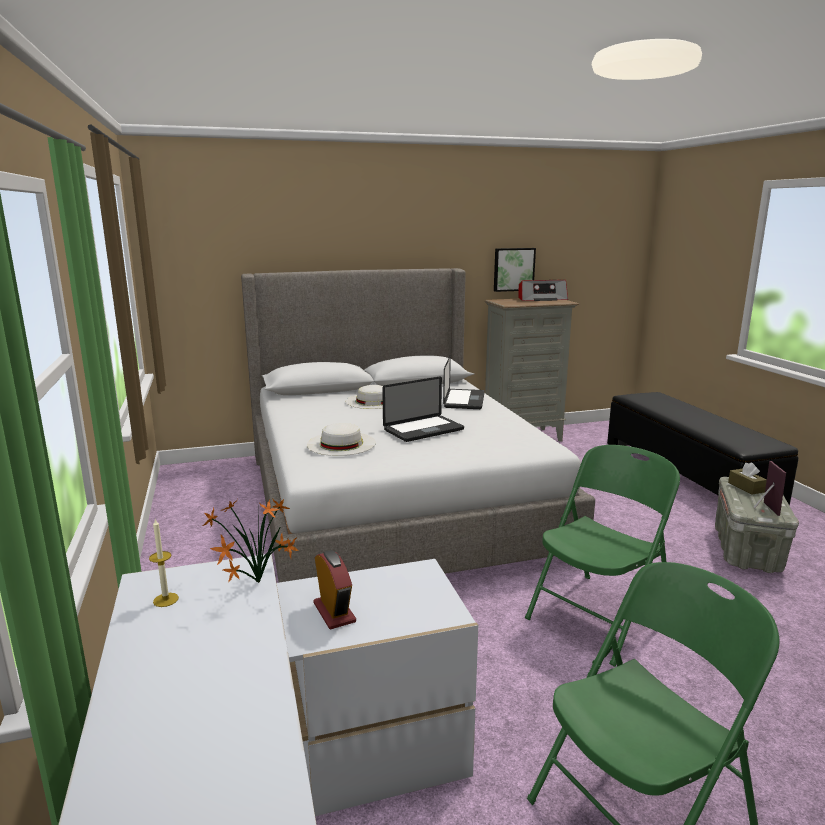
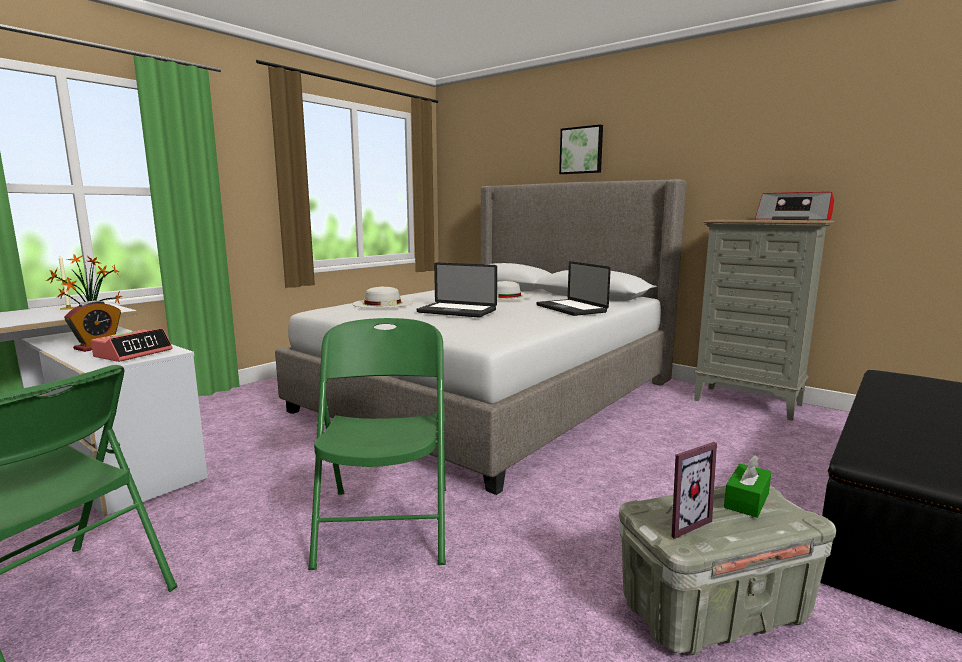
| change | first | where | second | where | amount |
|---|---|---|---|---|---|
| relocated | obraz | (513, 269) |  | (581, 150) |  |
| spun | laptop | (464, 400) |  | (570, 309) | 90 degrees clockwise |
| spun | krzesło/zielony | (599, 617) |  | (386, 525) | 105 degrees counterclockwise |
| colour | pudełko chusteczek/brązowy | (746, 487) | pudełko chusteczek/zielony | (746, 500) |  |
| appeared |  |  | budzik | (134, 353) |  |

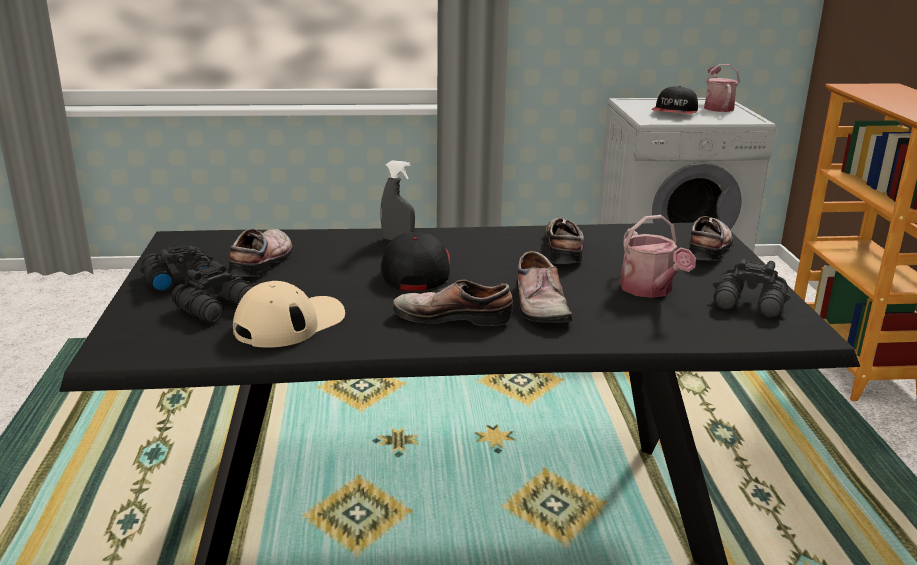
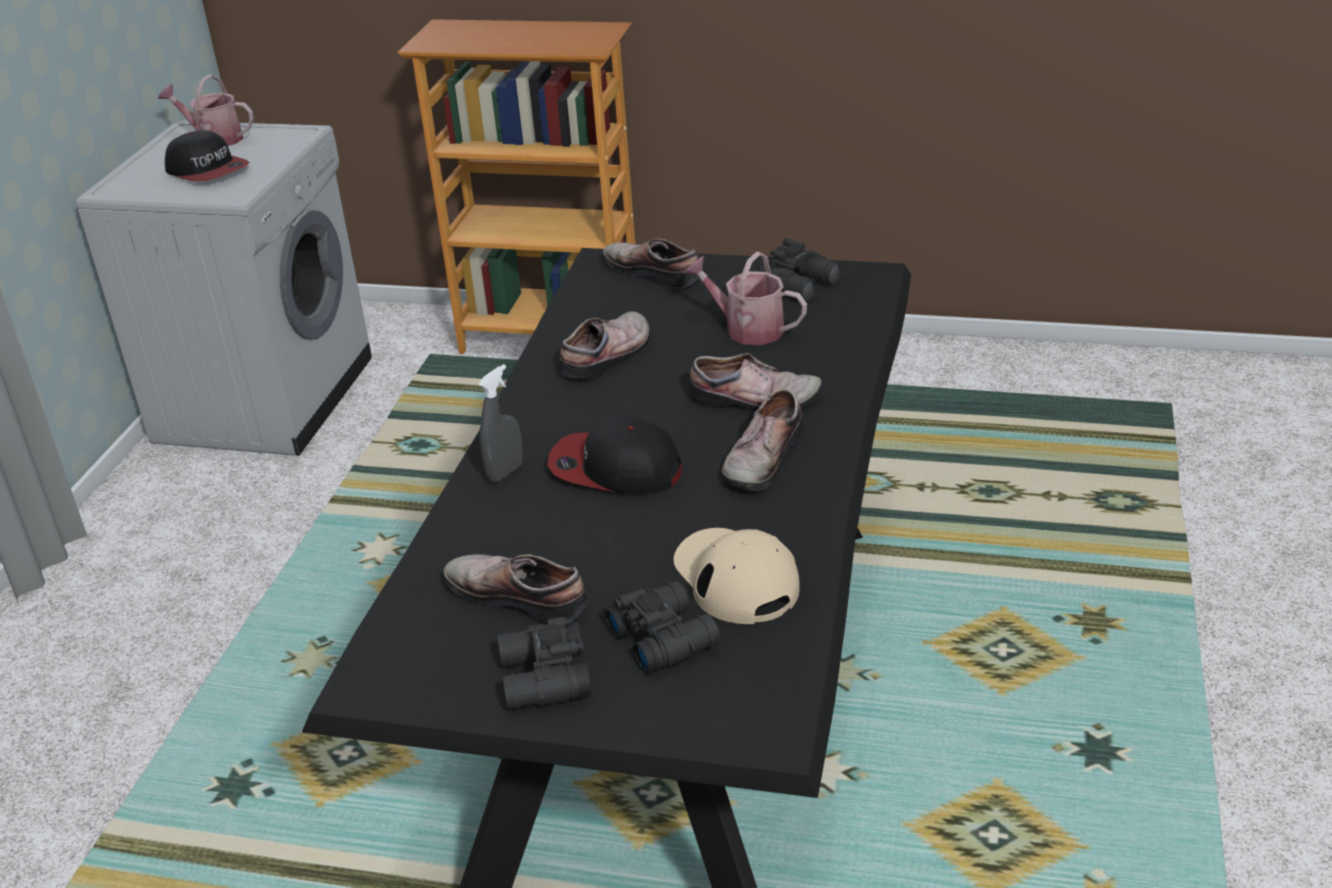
| change | first | where | second | where | amount |
|---|---|---|---|---|---|
| spun | konewka | (650, 290) |  | (746, 329) | 150 degrees counterclockwise |
| spun | but | (566, 249) |  | (609, 356) | 105 degrees clockwise |

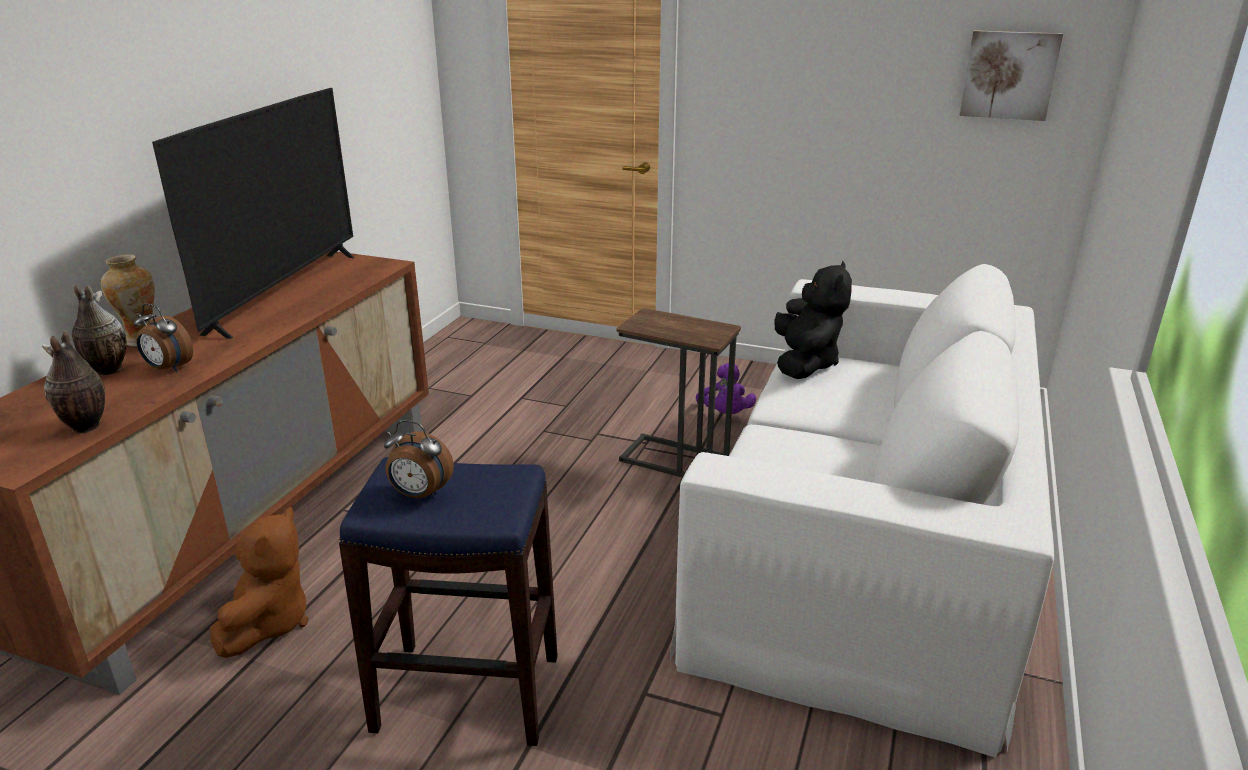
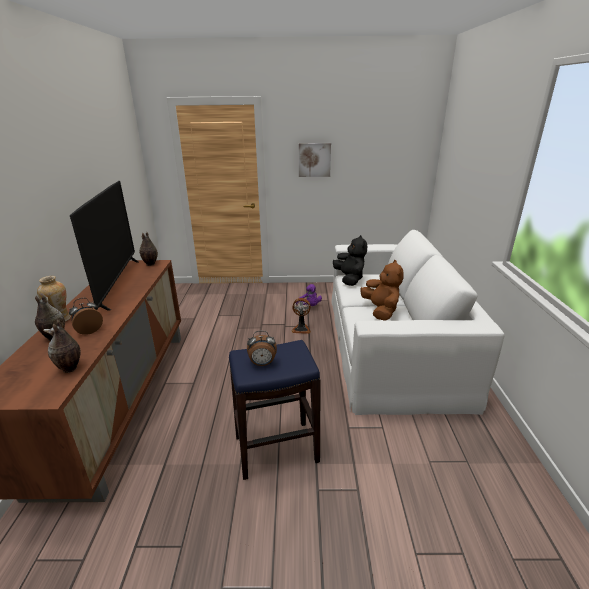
| change | first | where | second | where | amount |
|---|---|---|---|---|---|
| relocated | obraz | (1009, 75) |  | (314, 159) |  |
| spun | budzik | (168, 369) |  | (89, 331) | 135 degrees clockwise |
| exchanged | stolik/brązowy | (676, 460) | wentylator | (301, 329) |  |
| relocated | pluszak/brązowy | (268, 623) |  | (380, 311) |  |
| appeared |  |  | wazon | (150, 264) |  |

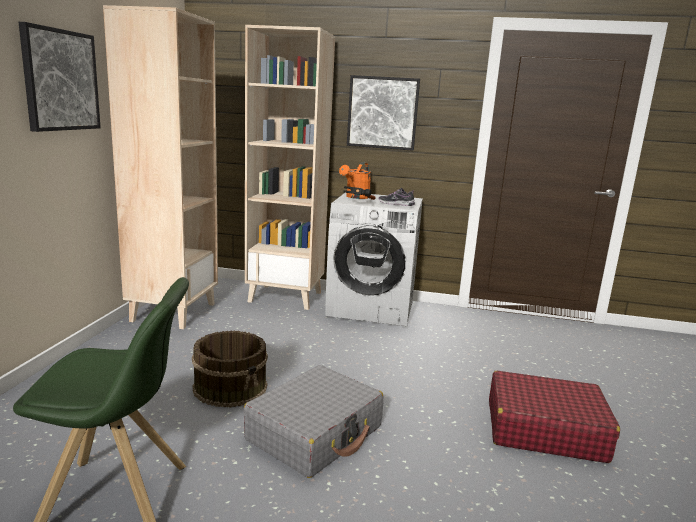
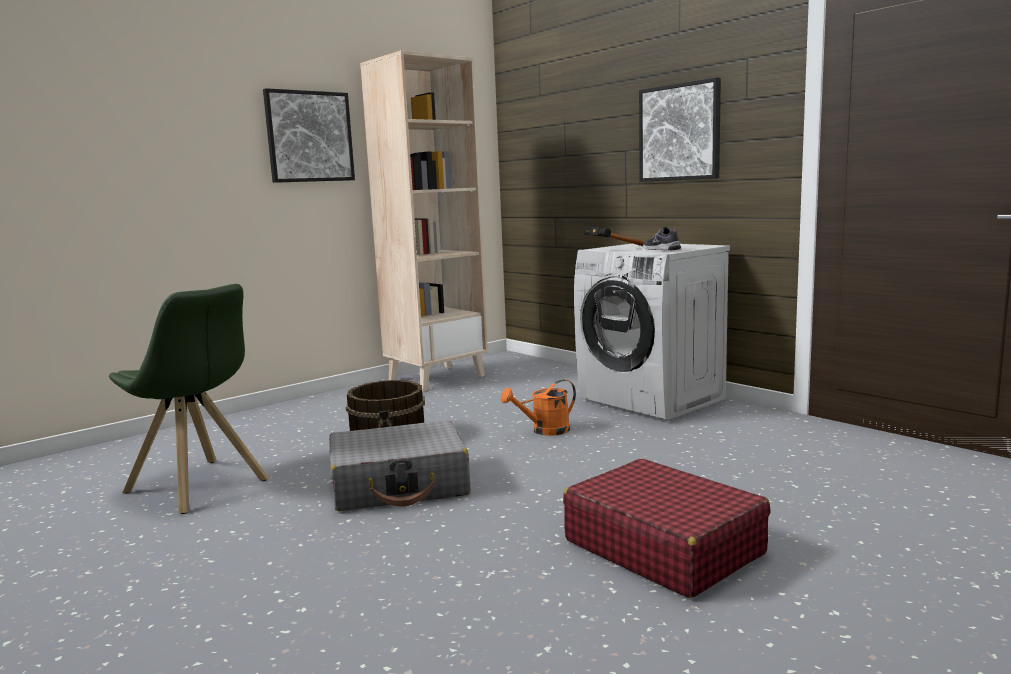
| change | first | where | second | where | amount |
|---|---|---|---|---|---|
| missing | regał/beżowy | (286, 297) |  |  |  |
| relocated | konewka/pomarańczowy | (355, 197) |  | (544, 431) |  |

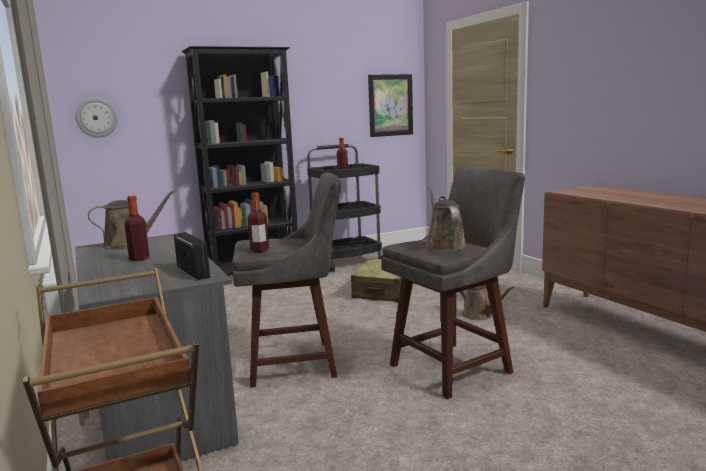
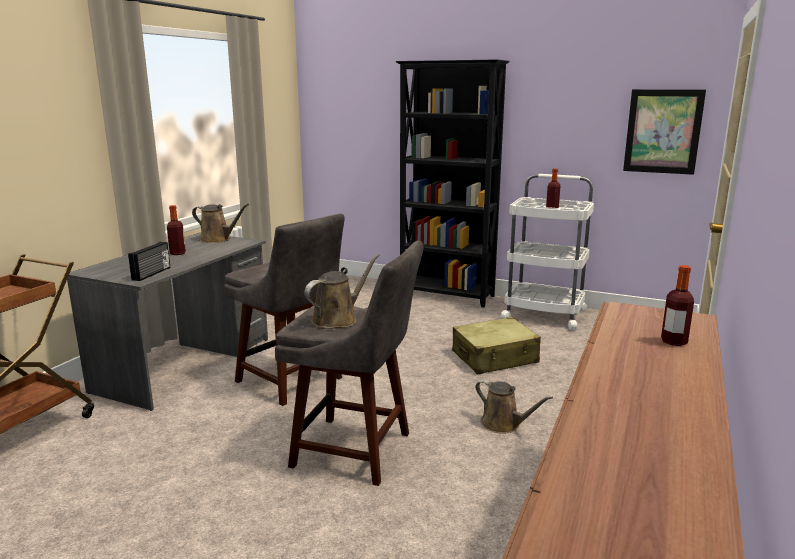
| change | first | where | second | where | amount |
|---|---|---|---|---|---|
| missing | zegar ścienny | (97, 117) |  |  |  |
| colour | wózek/czarny | (347, 262) | wózek/biały | (543, 315) |  |
| relocated | butelka | (259, 250) |  | (674, 342) |  |
| spun | konewka/brązowy | (479, 315) |  | (503, 424) | 60 degrees counterclockwise |

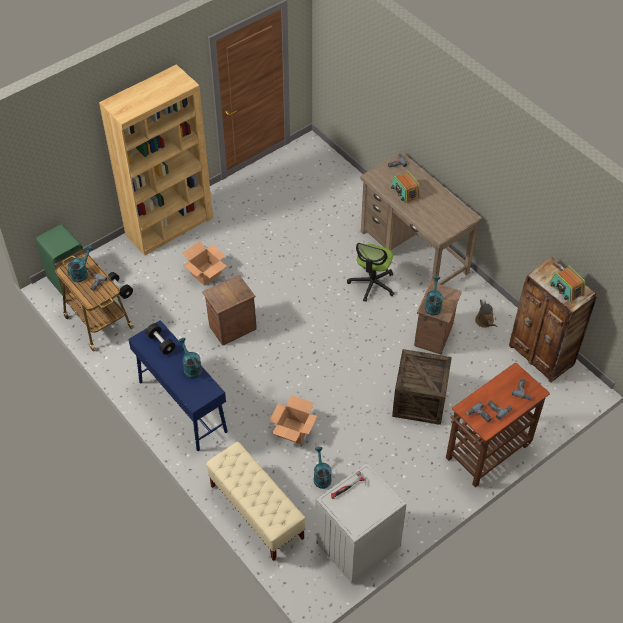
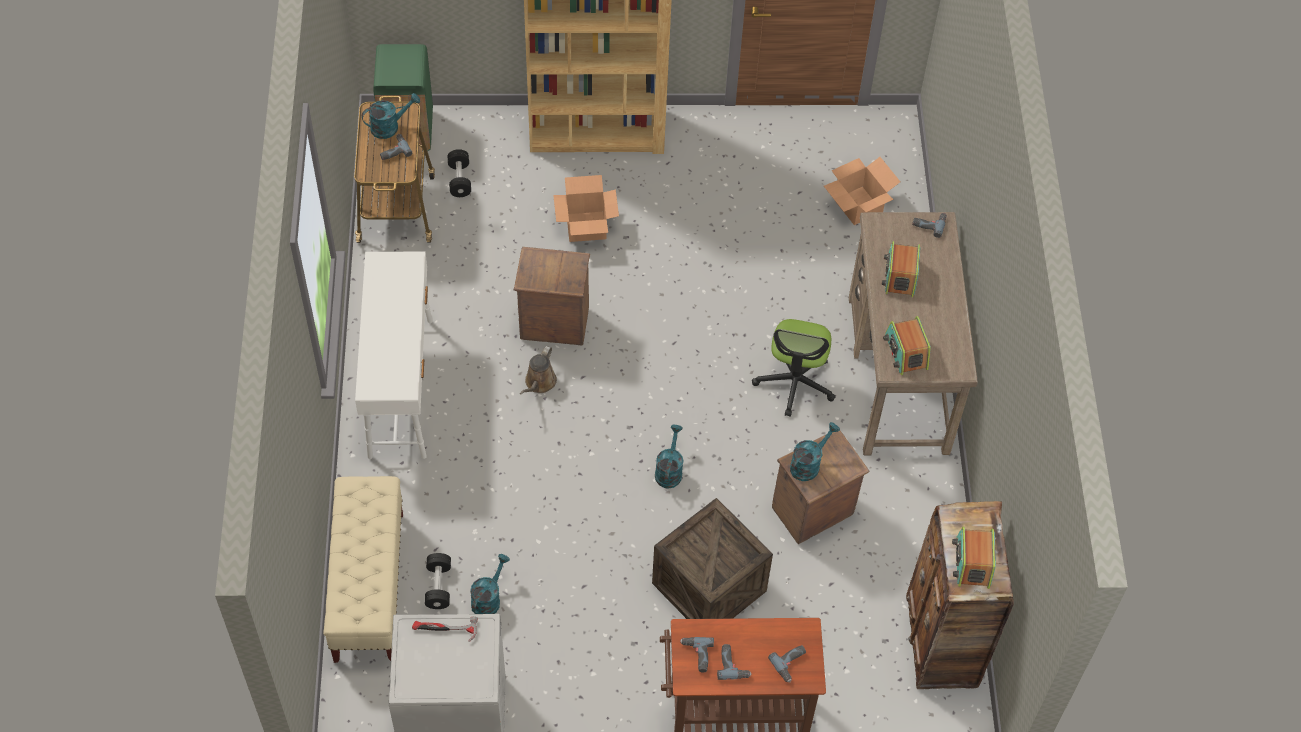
| change | first | where | second | where | amount |
|---|---|---|---|---|---|
| spun | krzesło biurowe | (372, 284) |  | (795, 383) | 45 degrees counterclockwise |
| relocated | konewka/brązowy | (485, 322) |  | (539, 383) |  |
| colour | stolik konsolowy/niebieski | (183, 406) | stolik konsolowy/biały | (402, 388) |  |
| relocated | hantel/czarny | (161, 343) |  | (438, 586) |  |
| relocated | konewka/turkusowy | (191, 367) |  | (669, 470) |  |
| relocated | karton | (294, 430) |  | (859, 206) |  |
| appeared |  |  | radio | (905, 352) |  |

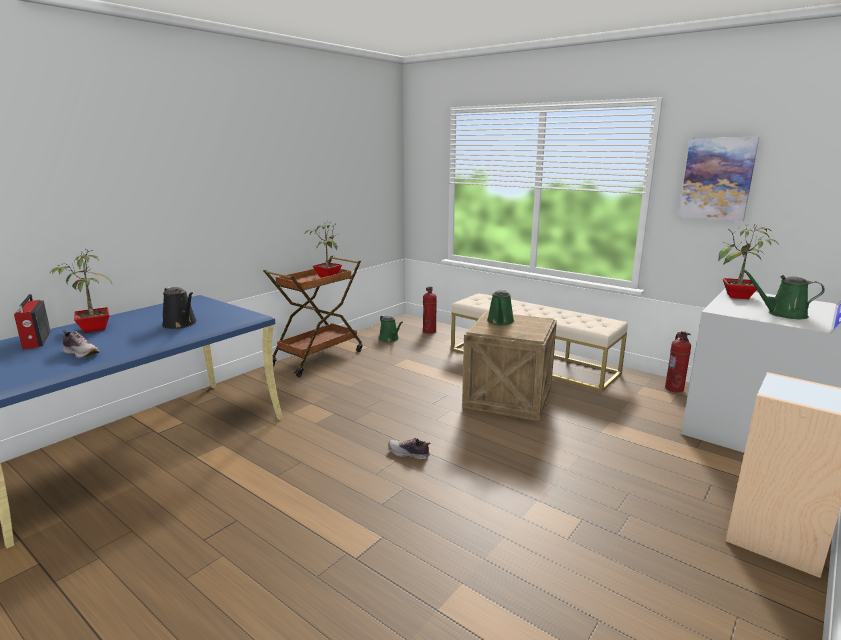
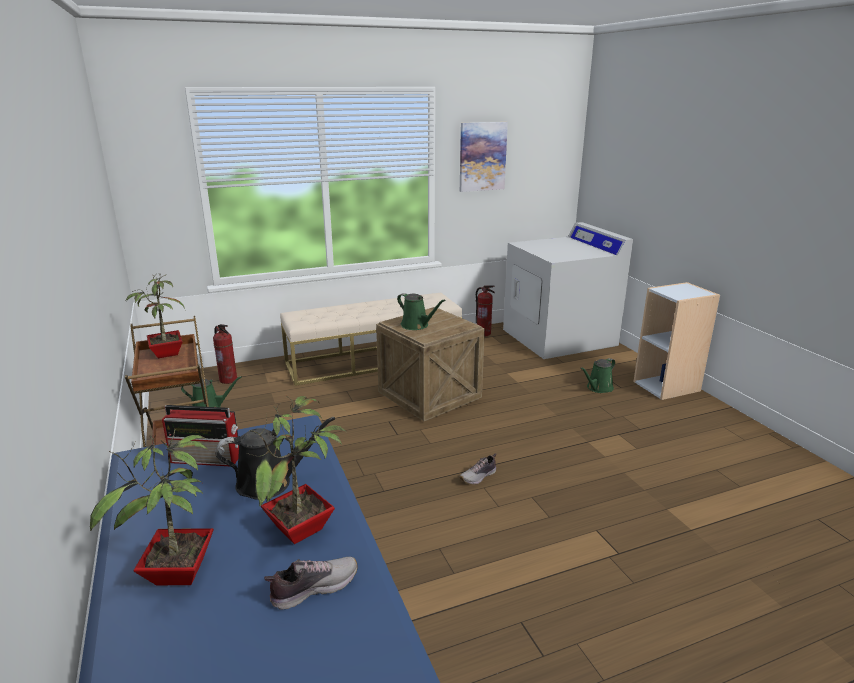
| change | first | where | second | where | amount |
|---|---|---|---|---|---|
| relocated | roślina doniczkowa | (738, 297) |  | (301, 531) |  |
| relocated | konewka/zielony | (783, 314) |  | (598, 388) |  |
| relocated | radio | (36, 341) |  | (208, 458) |  |

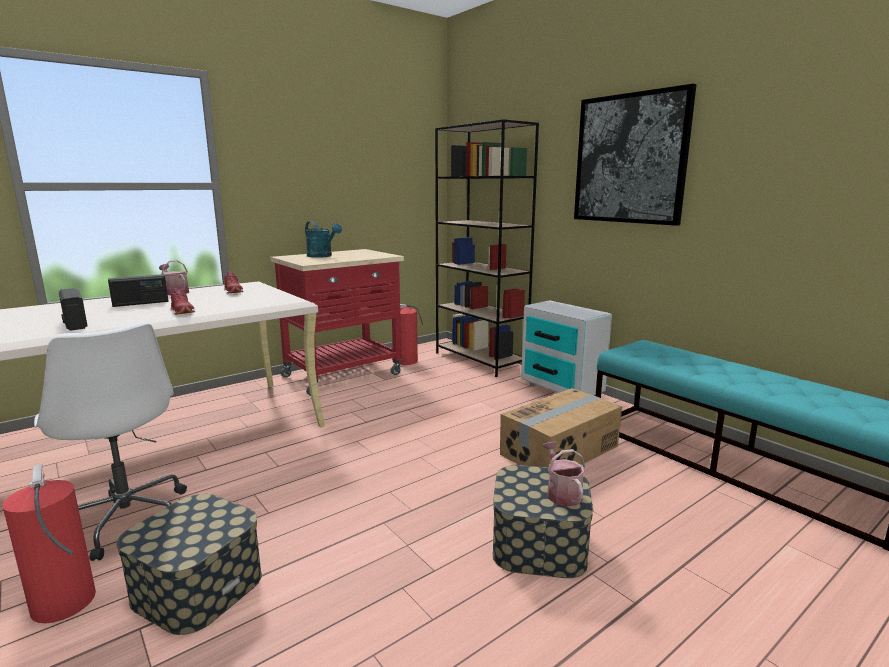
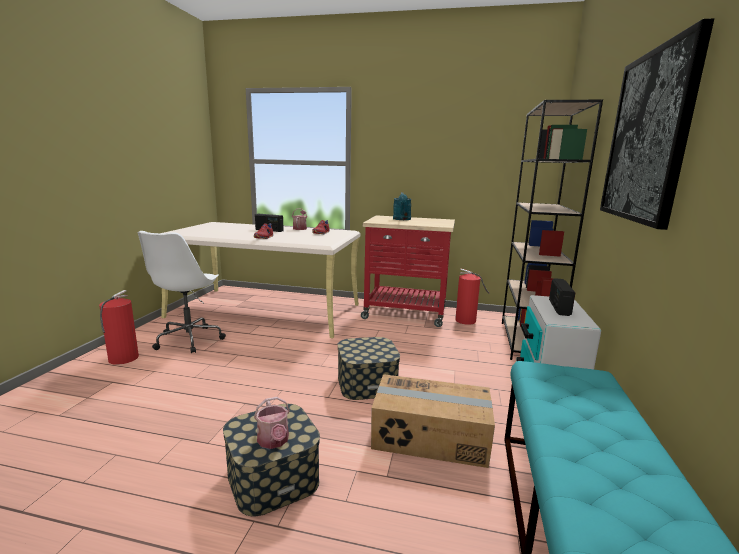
| change | first | where | second | where | amount |
|---|---|---|---|---|---|
| relocated | radio | (74, 323) |  | (559, 307) |  |
| spun | konewka | (562, 493) |  | (274, 441) | 120 degrees clockwise |
| relocated | pojemnik do przechowywania | (197, 587) |  | (367, 383) |  |

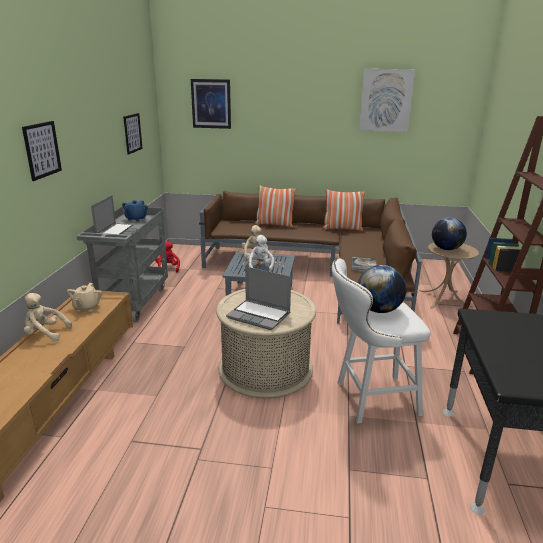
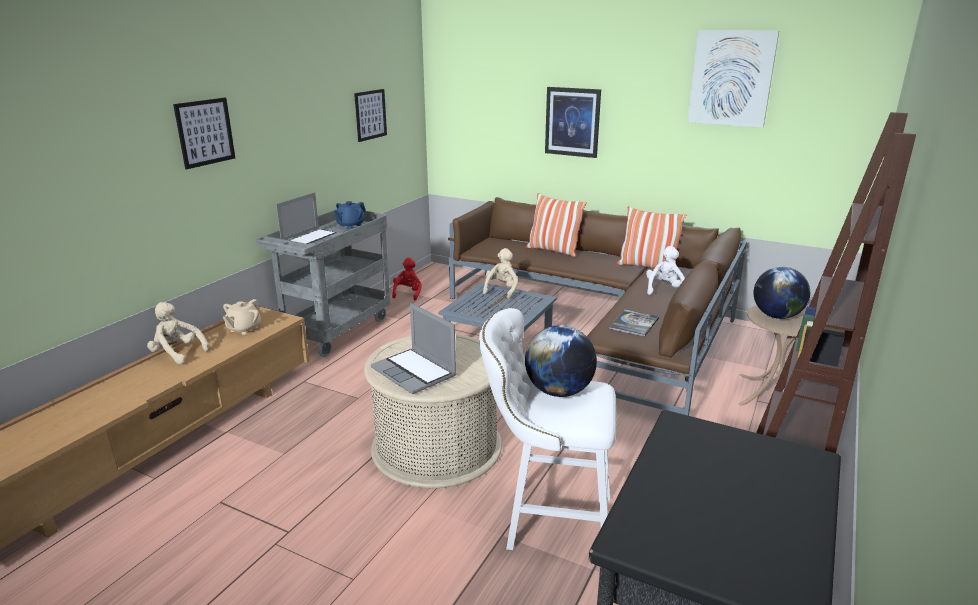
| change | first | where | second | where | amount |
|---|---|---|---|---|---|
| relocated | obraz | (211, 104) |  | (572, 122) |  |
| relocated | pluszak/biały | (260, 267) |  | (664, 290) |  |

